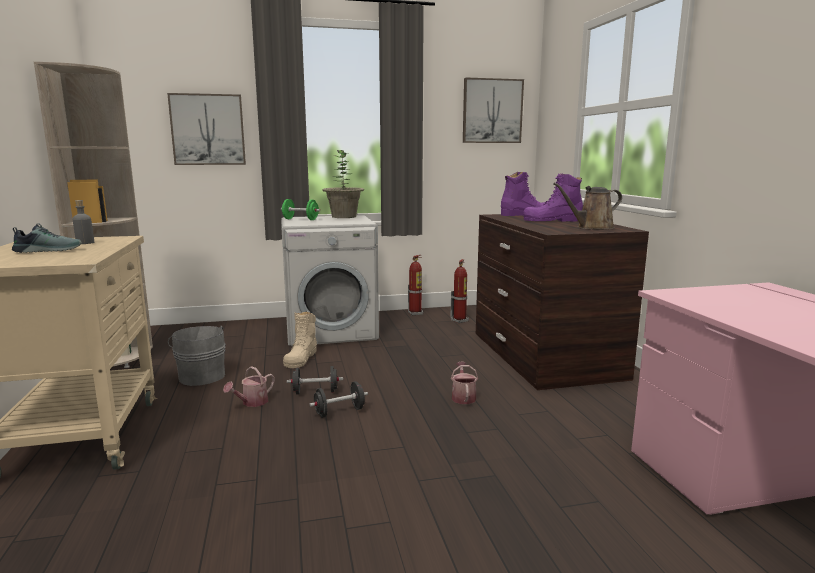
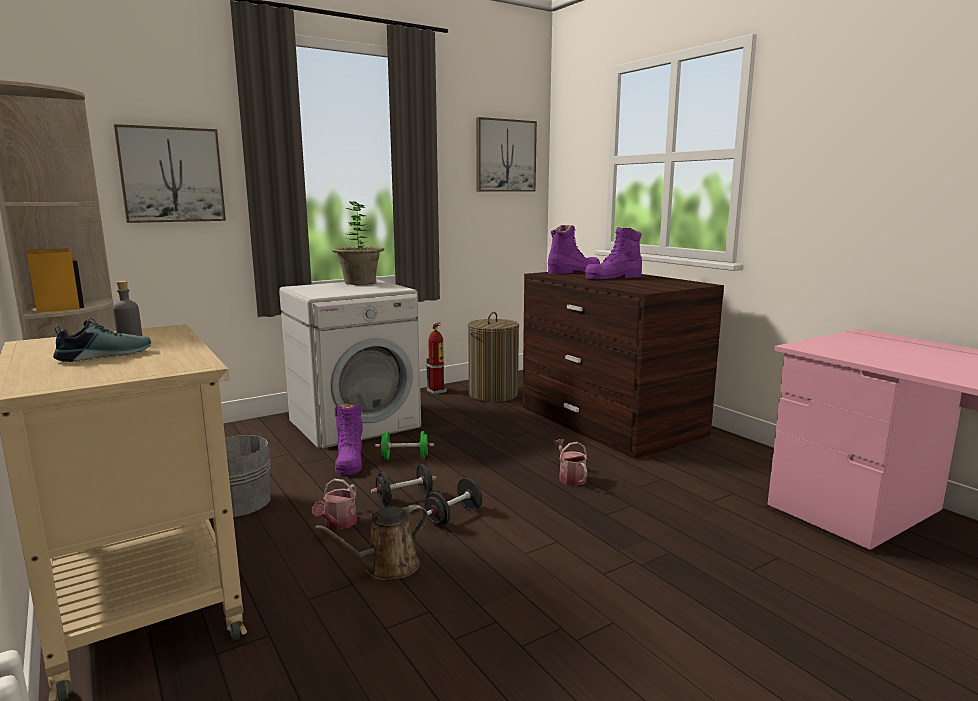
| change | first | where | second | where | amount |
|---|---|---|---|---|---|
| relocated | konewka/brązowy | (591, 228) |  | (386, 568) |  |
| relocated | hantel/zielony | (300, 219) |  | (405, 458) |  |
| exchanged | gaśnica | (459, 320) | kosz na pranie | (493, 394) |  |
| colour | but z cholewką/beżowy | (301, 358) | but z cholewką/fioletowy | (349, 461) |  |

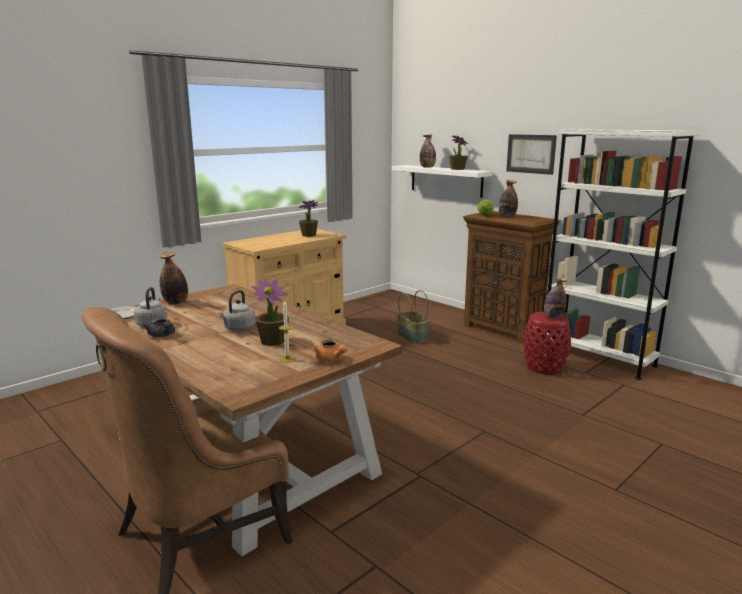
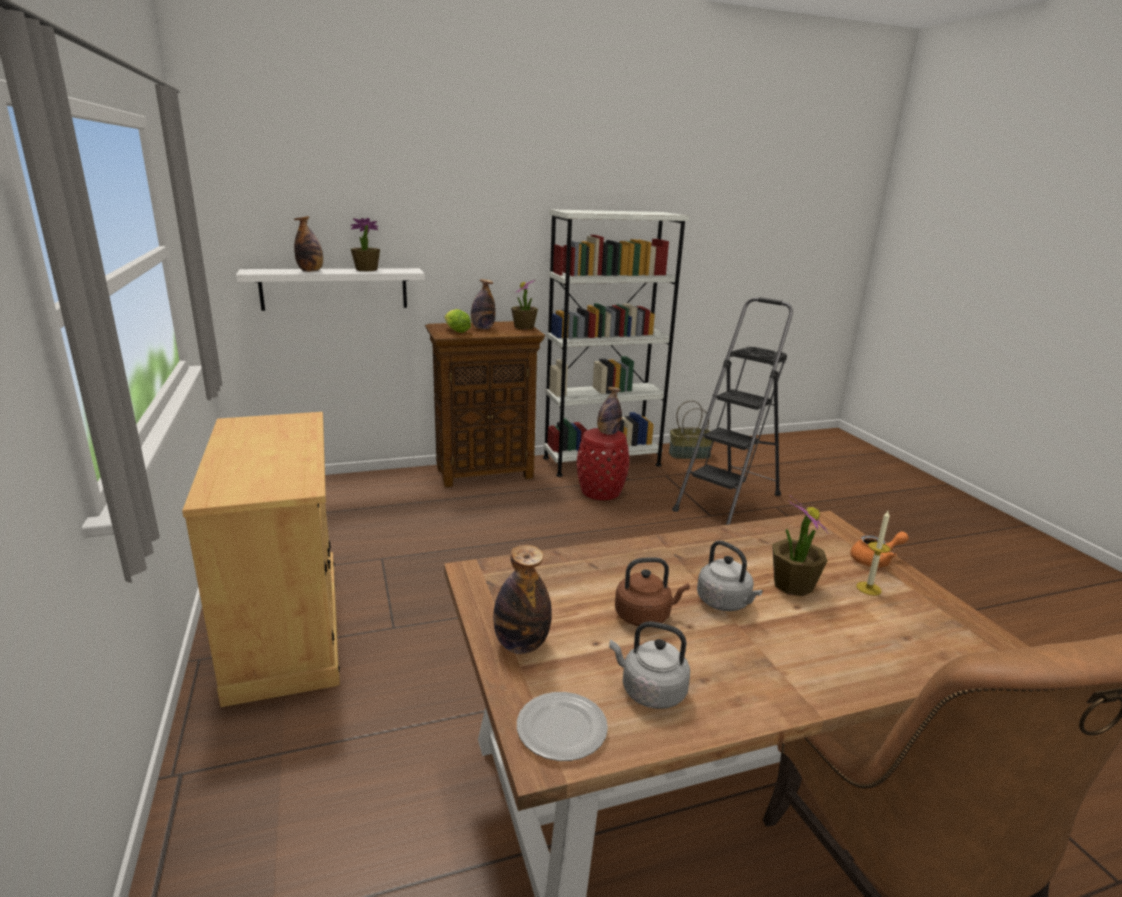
| change | first | where | second | where | amount |
|---|---|---|---|---|---|
| missing | obraz | (531, 154) |  |  |  |
| relocated | roślina doniczkowa | (308, 235) |  | (524, 327) |  |
| relocated | koszyk | (413, 337) |  | (689, 454) |  |
| missing | imbryk/szary | (162, 335) |  |  |  |
| appeared |  |  | drabinka | (729, 501) |  |
| appeared |  |  | czajnik/brązowy | (645, 616) |  |

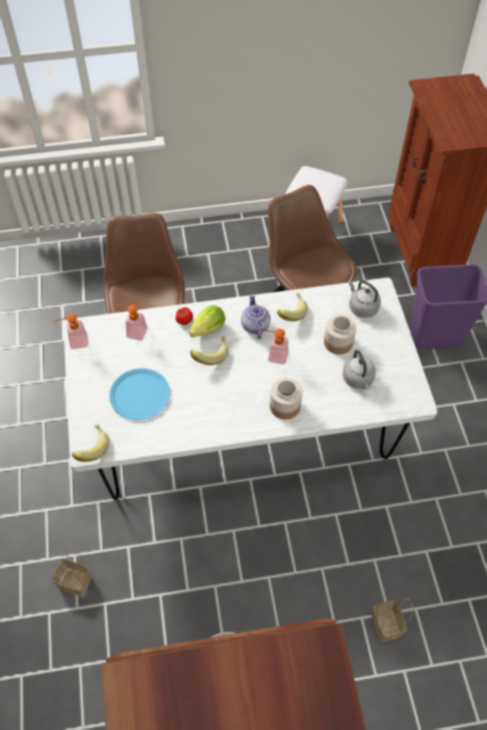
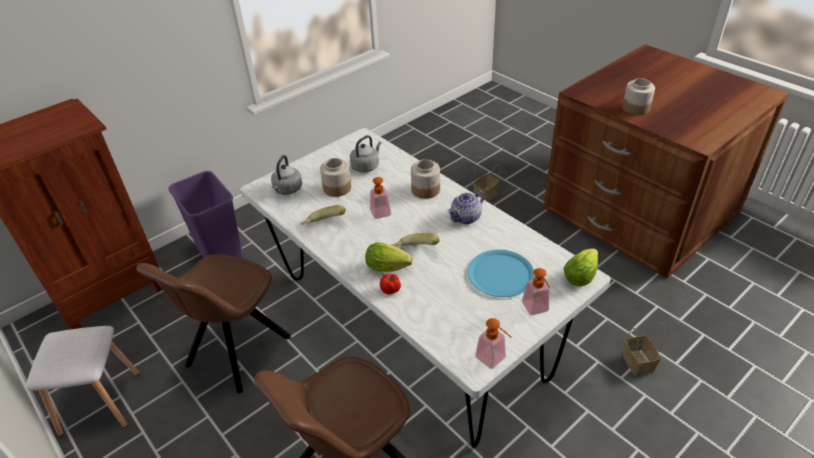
| change | first | where | second | where | amount |
|---|---|---|---|---|---|
| relocated | imbryk | (255, 326) |  | (466, 217) |  |
| relocated | dozownik mydła | (133, 332) |  | (537, 310) |  |
| exchanged | banan | (91, 448) | sałata | (581, 275) |  |
| appeared |  |  | słoik | (636, 108) |  |

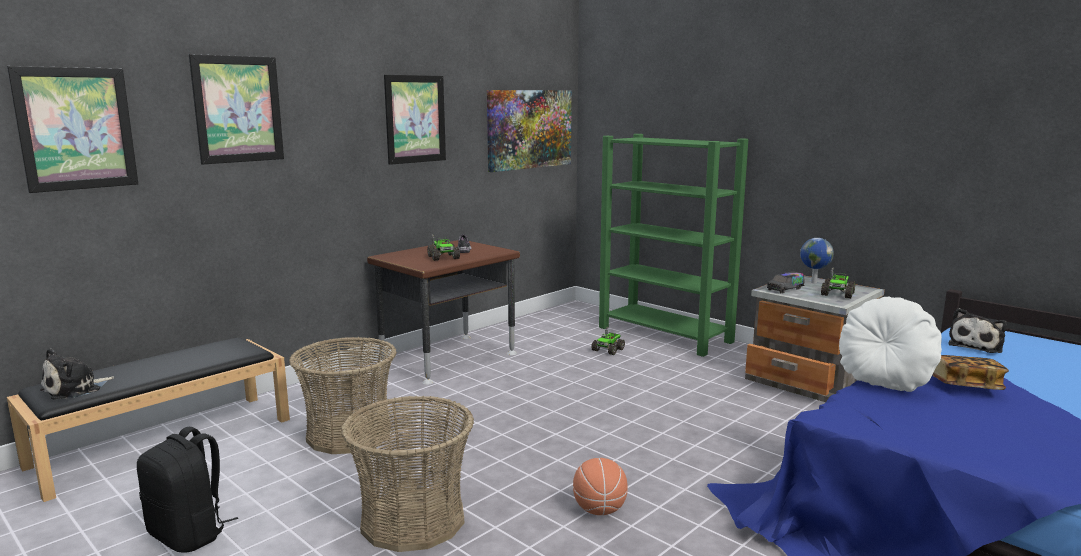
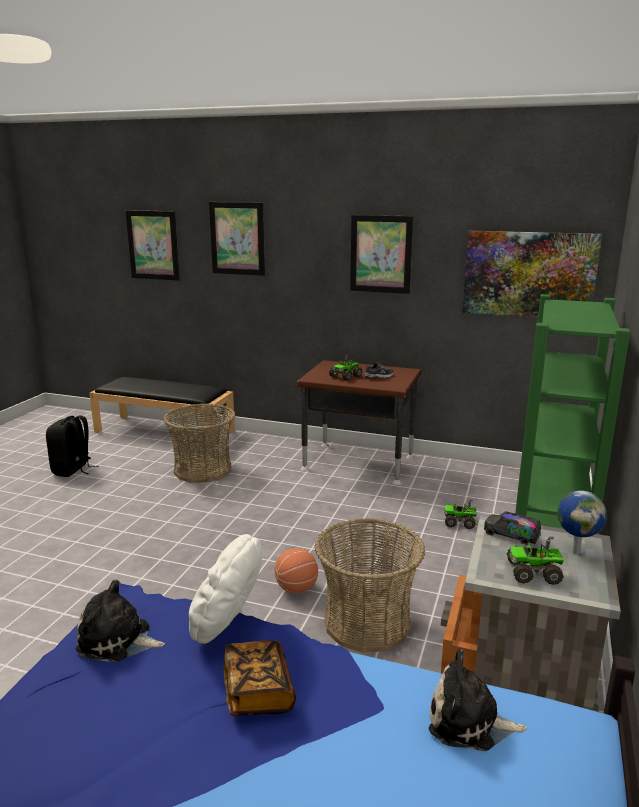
| change | first | where | second | where | amount |
|---|---|---|---|---|---|
| relocated | pluszak | (75, 389) |  | (118, 641) |  |
| relocated | koszyk | (412, 520) |  | (367, 623) |  |
| relocated | piłka do koszykówki | (599, 510) |  | (296, 588) |  |

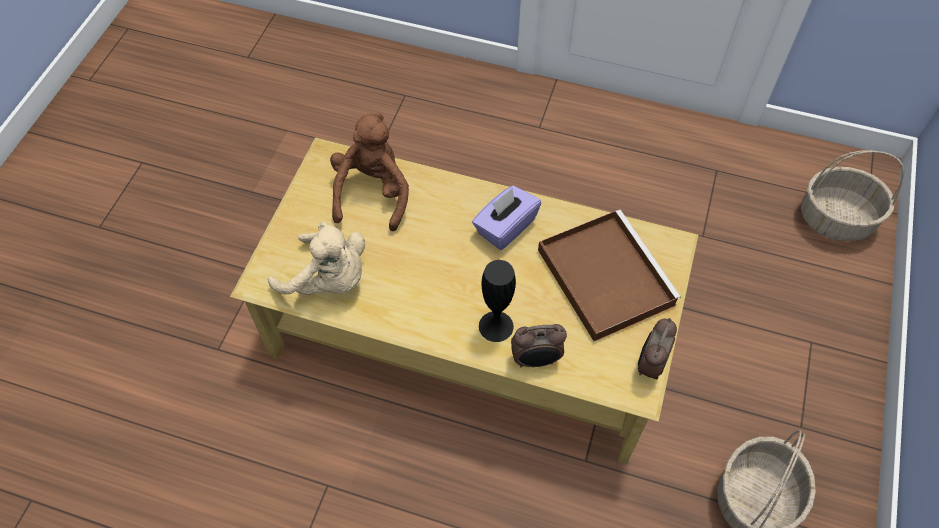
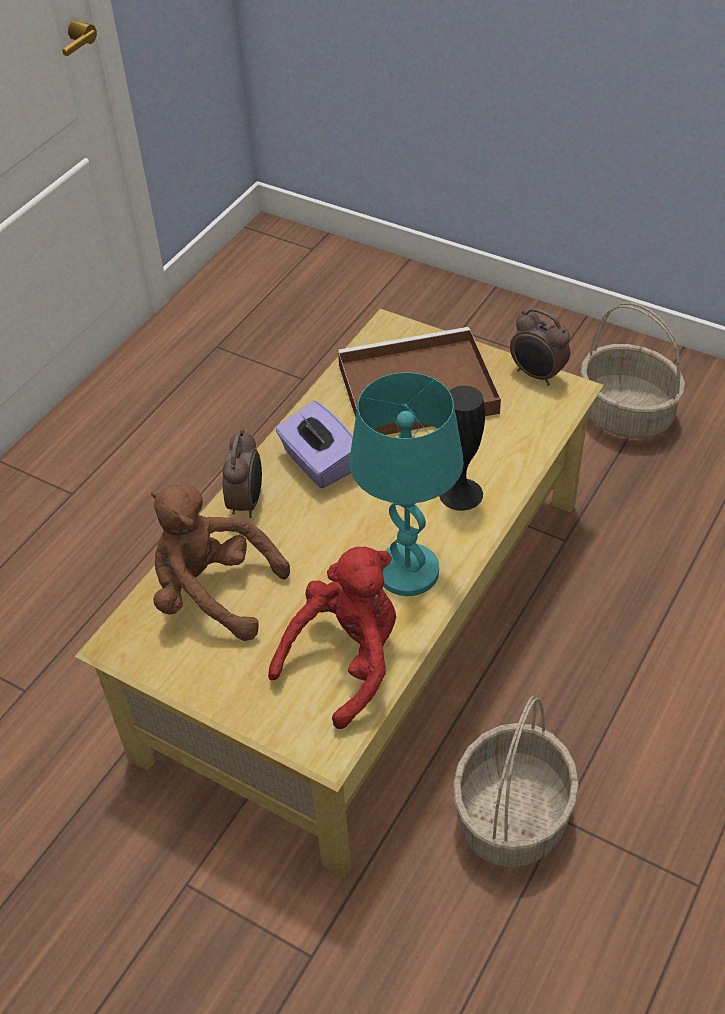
| change | first | where | second | where | amount |
|---|---|---|---|---|---|
| relocated | koszyk | (835, 219) |  | (512, 817) |  |
| colour | pluszak/beżowy | (328, 280) | pluszak/czerwony | (347, 660) |  |
| relocated | budzik | (536, 360) |  | (247, 502) |  |
| appeared |  |  | lampa stołowa/turkusowy | (408, 571) |  |

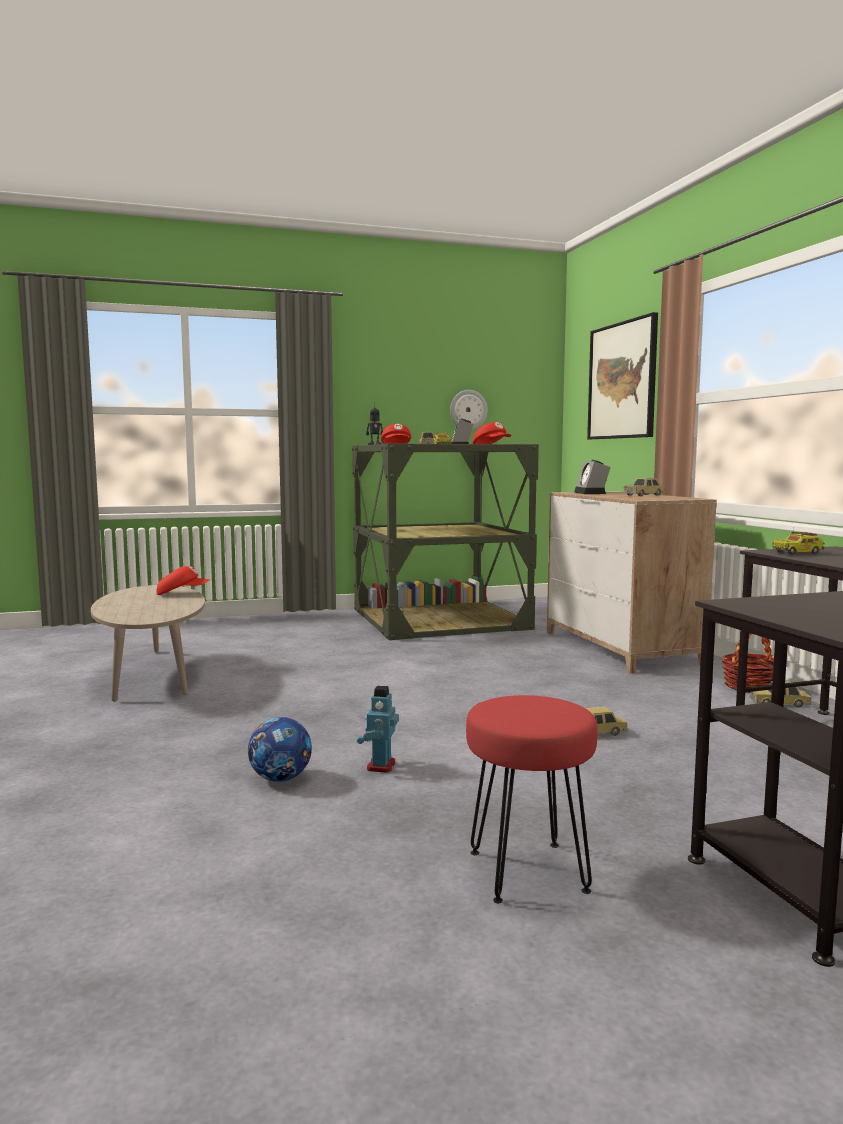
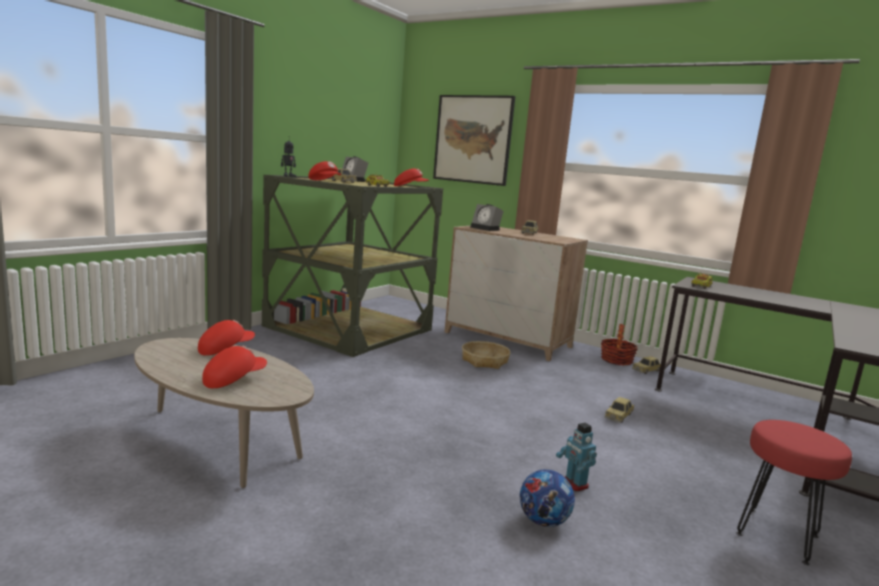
| change | first | where | second | where | amount |
|---|---|---|---|---|---|
| missing | zegar ścienny | (468, 410) |  |  |  |
| appeared |  |  | koszyk | (484, 361) |  |
| appeared |  |  | czapka z daszkiem/czerwony | (233, 380) |  |

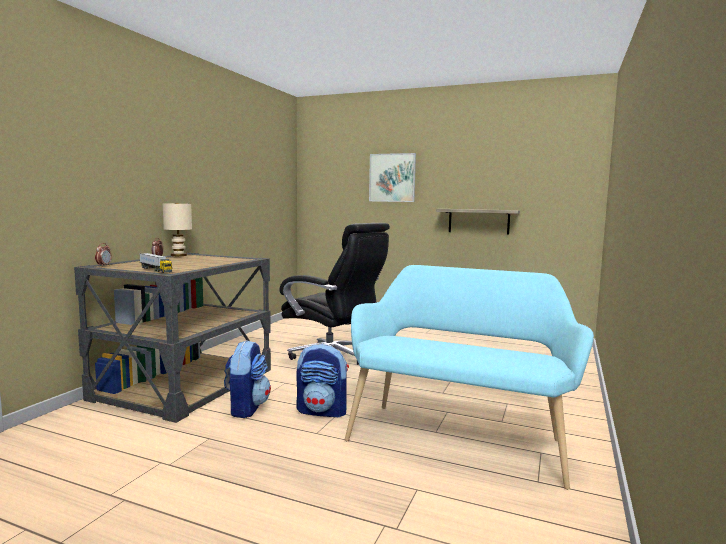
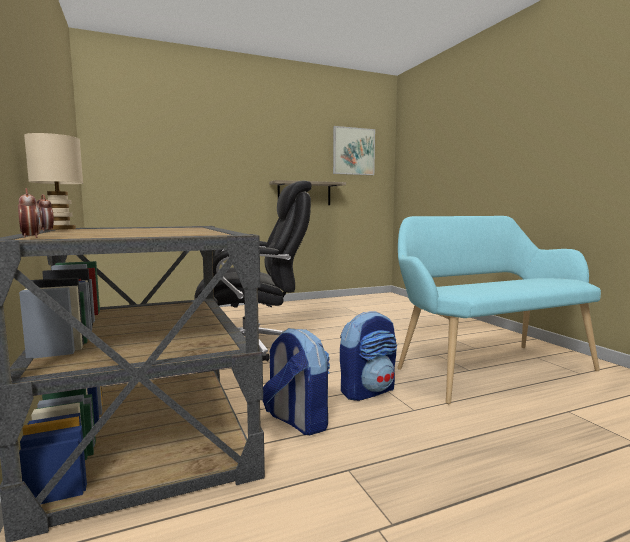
| change | first | where | second | where | amount |
|---|---|---|---|---|---|
| relocated | obraz | (392, 177) |  | (353, 151) |  |
| missing | ciężarówka zabawkowa | (155, 269) |  |  |  |

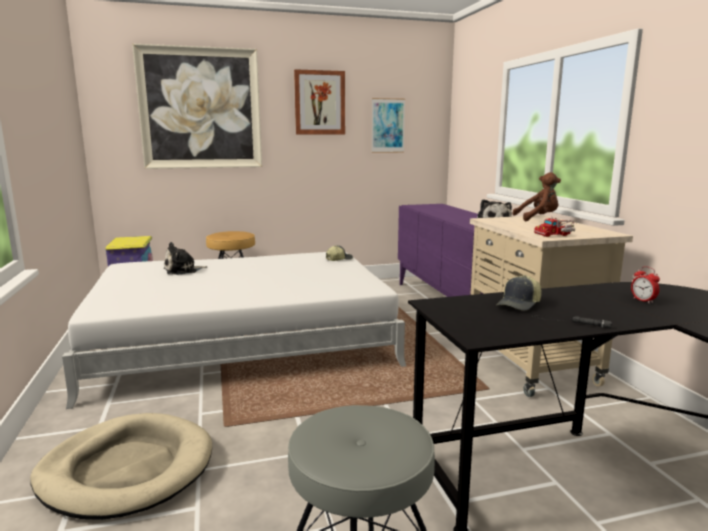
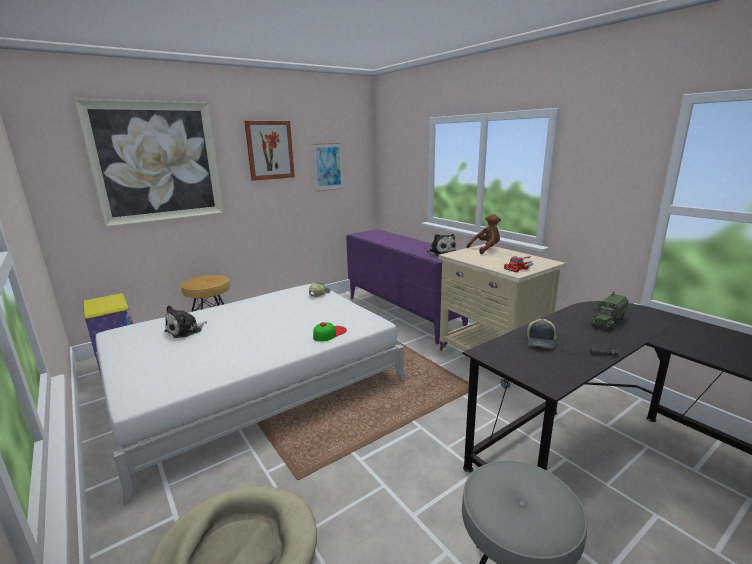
| change | first | where | second | where | amount |
|---|---|---|---|---|---|
| exchanged | budzik | (643, 300) | ciężarówka zabawkowa | (607, 321) |  |
| appeared |  |  | czapka z daszkiem | (329, 333) |  |

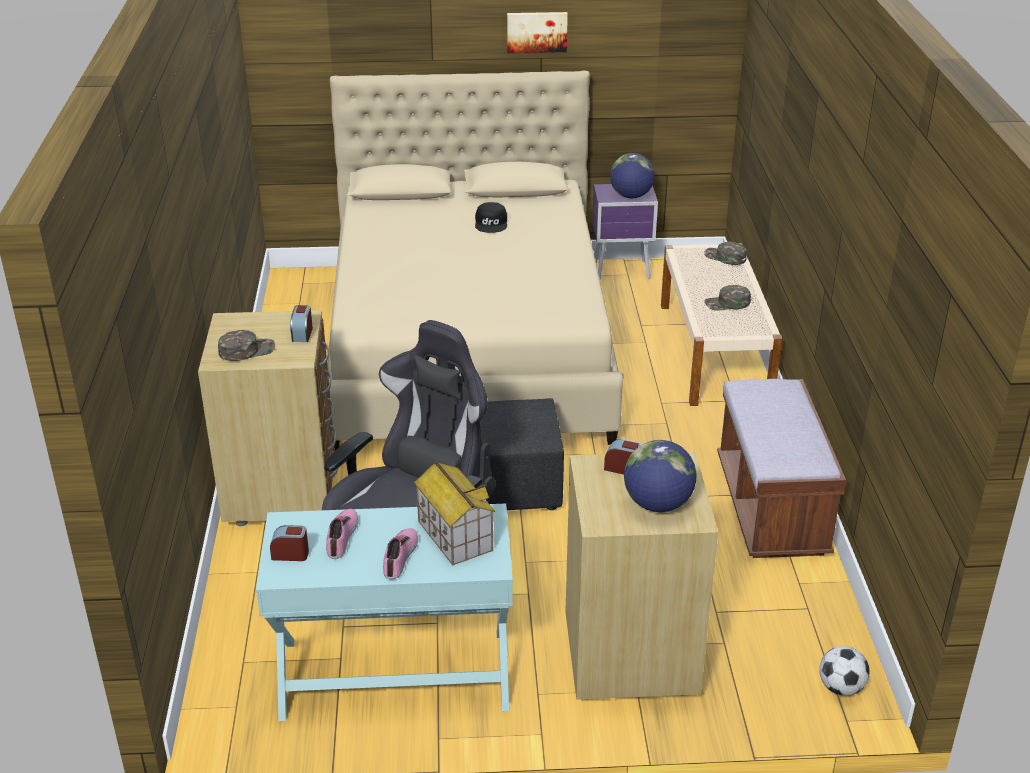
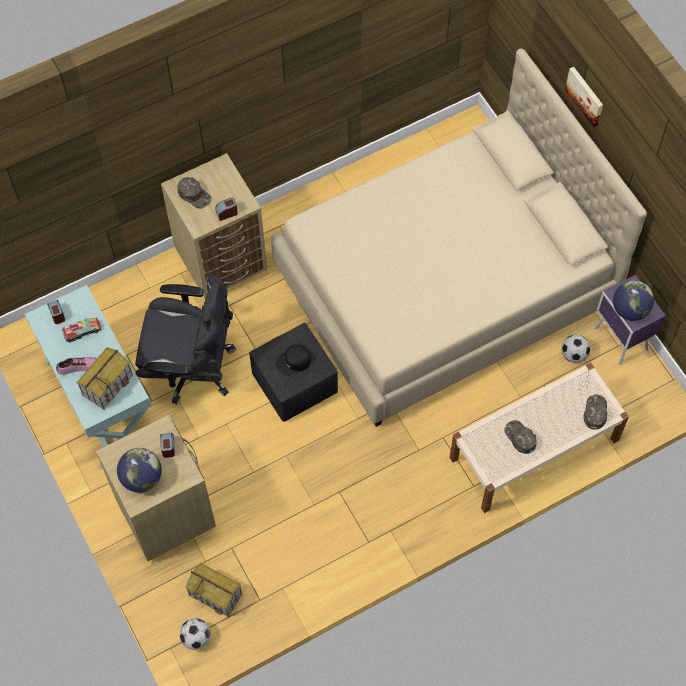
| change | first | where | second | where | amount |
|---|---|---|---|---|---|
| relocated | obraz | (537, 31) |  | (585, 95) |  |
| relocated | czapka z daszkiem/czarny | (491, 223) |  | (294, 361) |  |
| missing | ławka/brązowy | (771, 508) |  |  |  |
| exchanged | but | (342, 537) | ciężarówka zabawkowa | (82, 331) |  |
| appeared |  |  | piłka futbolowa | (574, 354) |  |
| appeared |  |  | domek | (216, 594) |  |

